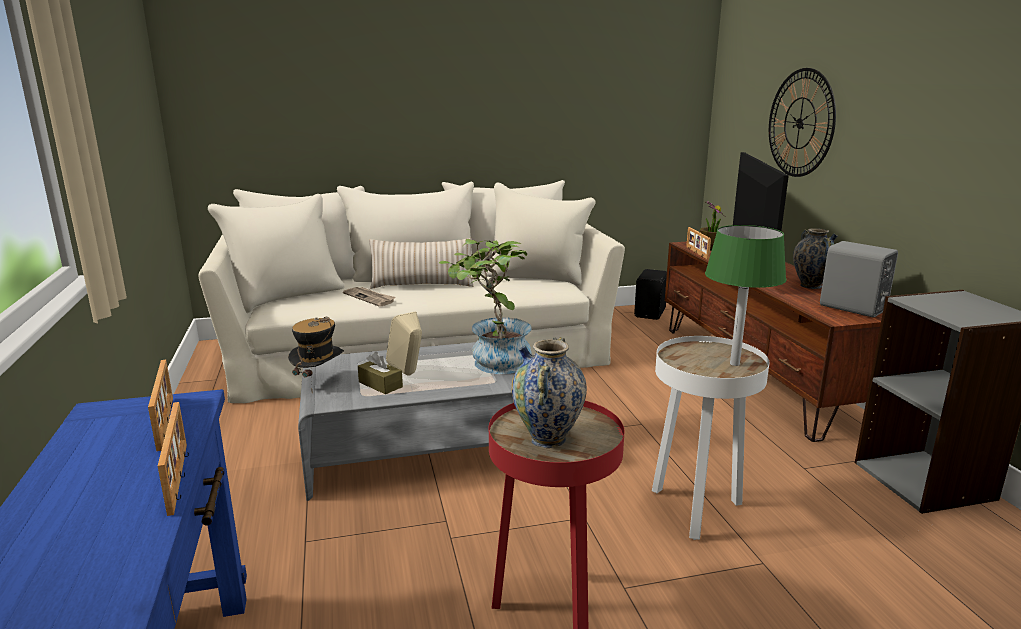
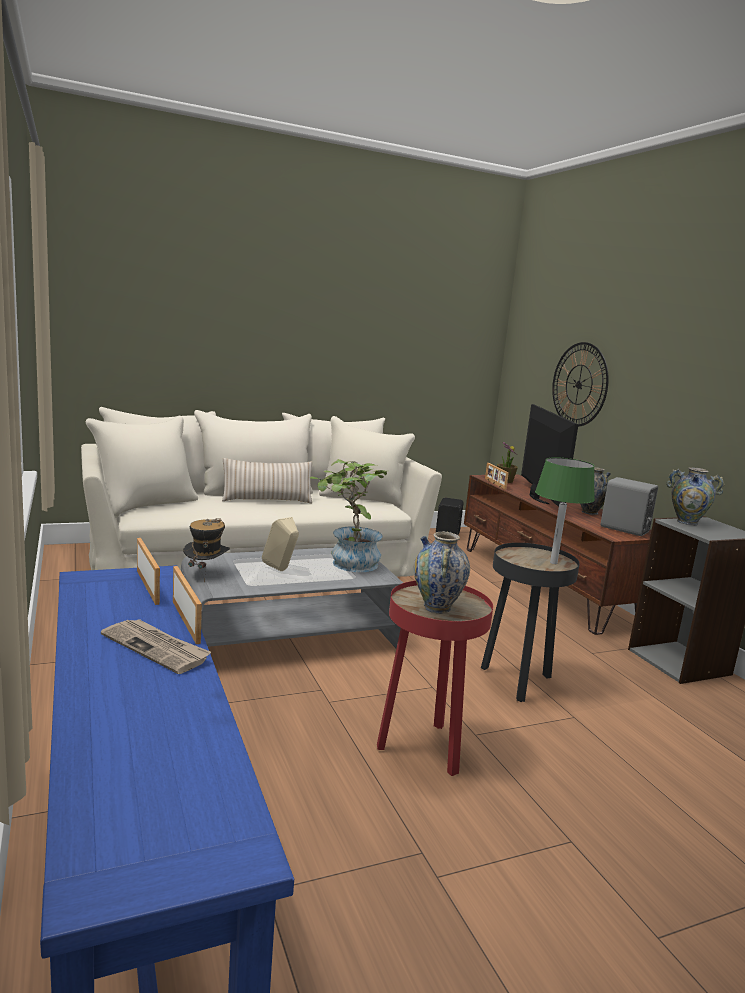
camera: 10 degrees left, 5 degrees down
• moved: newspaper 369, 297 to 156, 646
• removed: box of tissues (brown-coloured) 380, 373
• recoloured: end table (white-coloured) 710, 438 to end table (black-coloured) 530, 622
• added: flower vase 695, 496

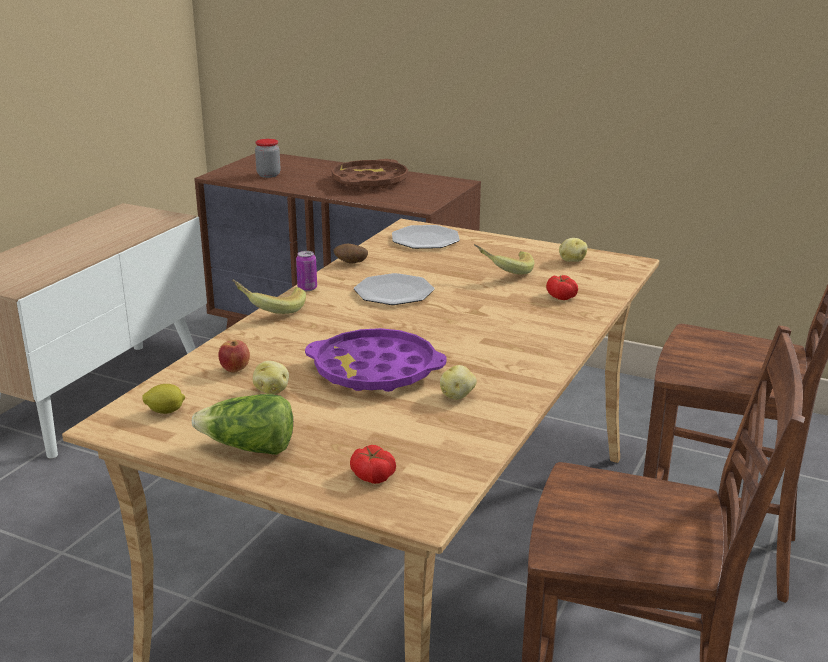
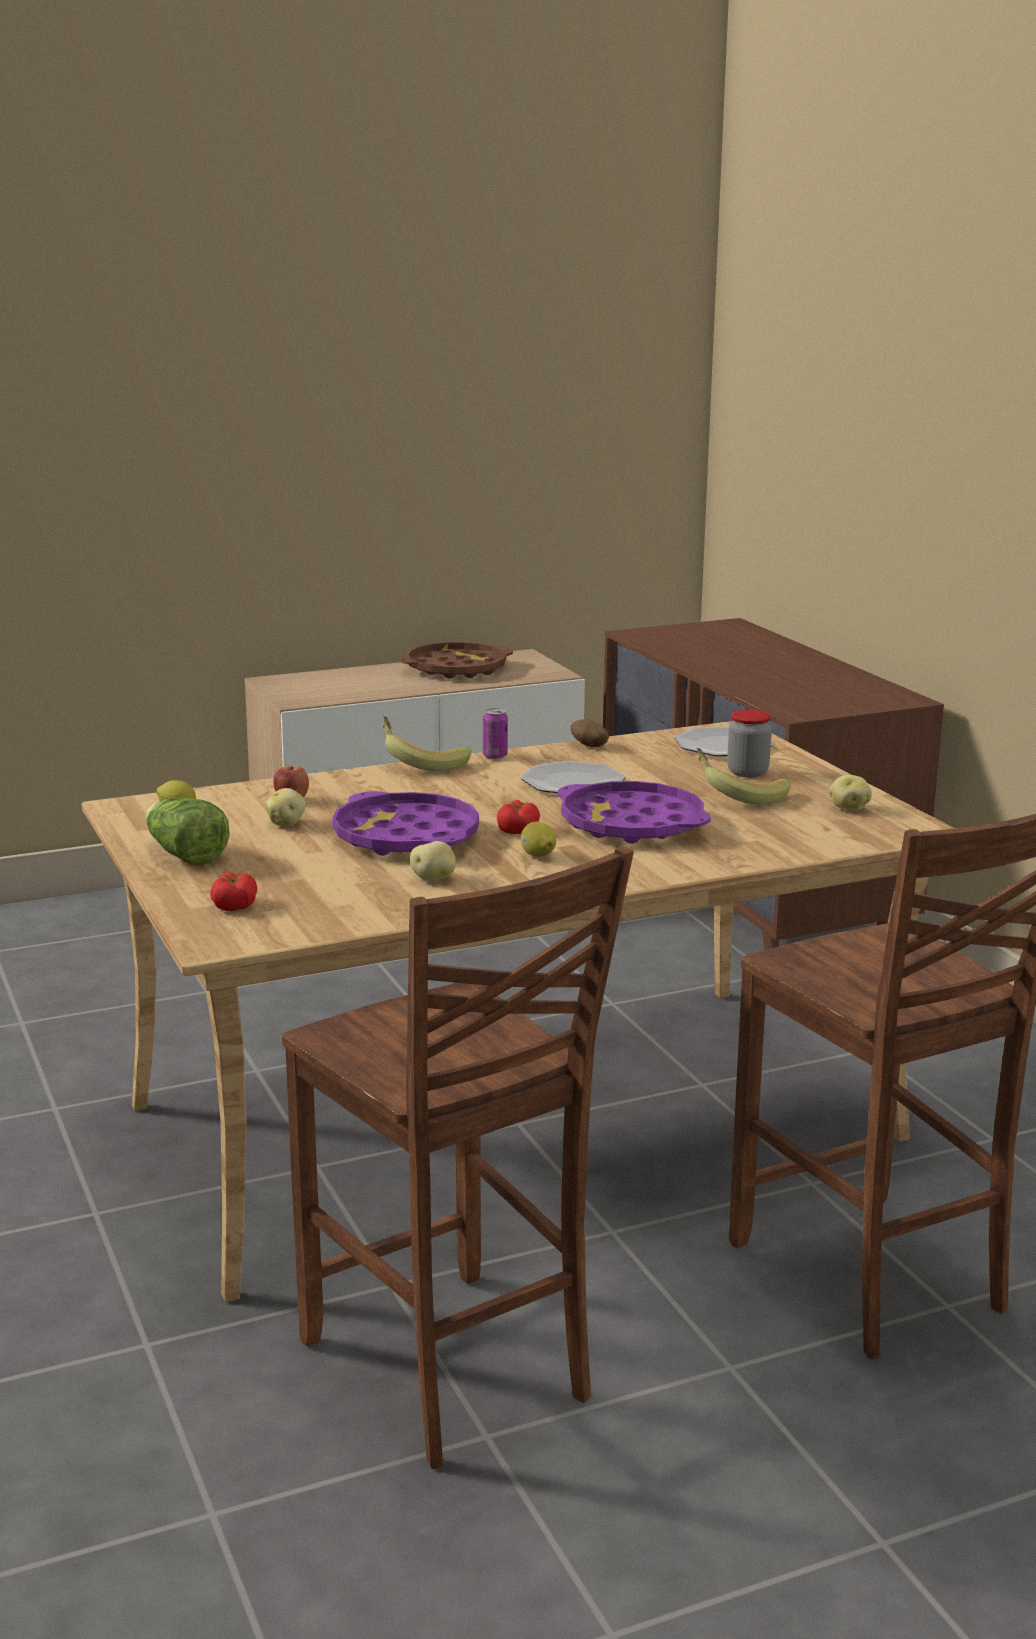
camera: 40 degrees right, 5 degrees down
• moved: preserve jar 268, 158 to 749, 743
• moved: serving tray (brown-coloured) 370, 174 to 456, 660
• moved: fresh tomato 562, 287 to 518, 817
• added: whole lemon 538, 839
• added: serving tray (purplish) 634, 812

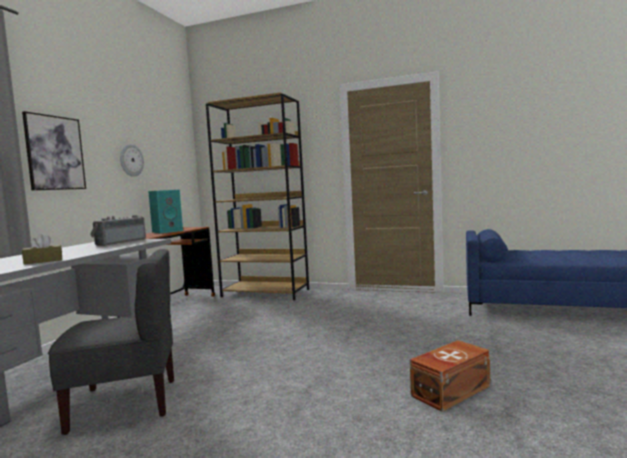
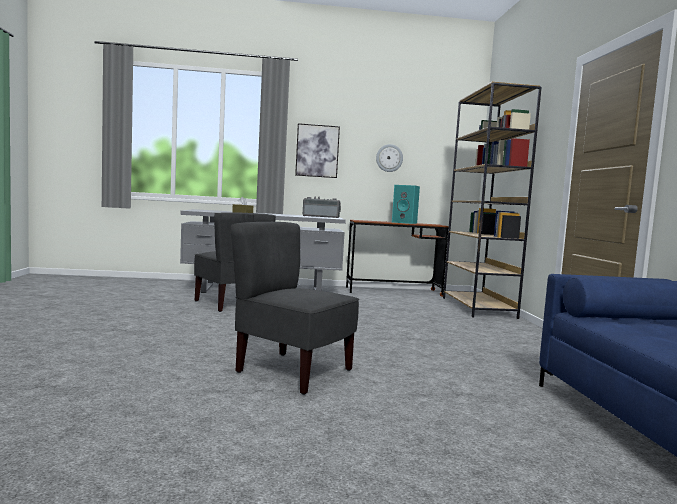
camera: 65 degrees right, 0 degrees up
• replaced: storage container (brown-coloured) 450, 376 to upright chair (grey) 295, 308

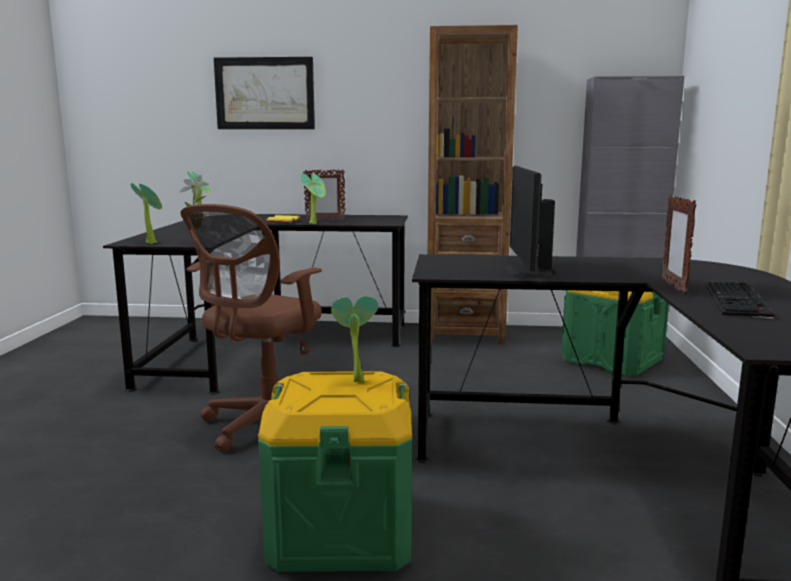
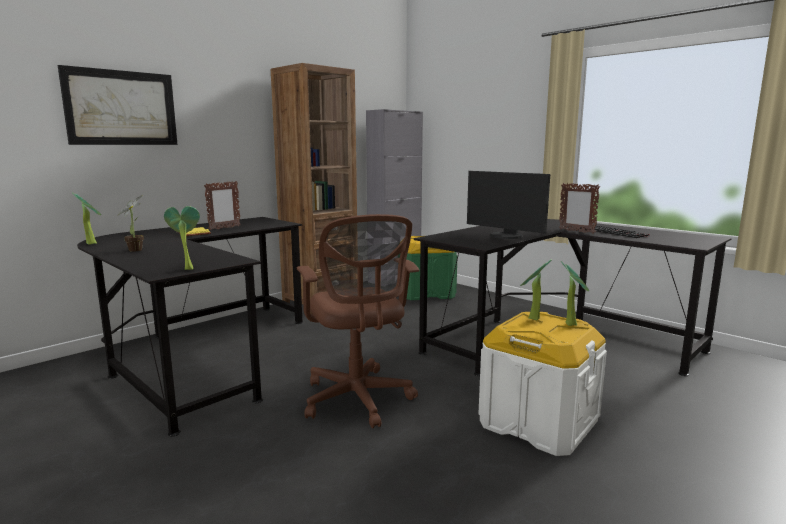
camera: 50 degrees left, 0 degrees up
• recoloured: storage container (green) 335, 471 to storage container (white-coloured) 543, 384
• moved: plant in a pot 313, 198 to 575, 293

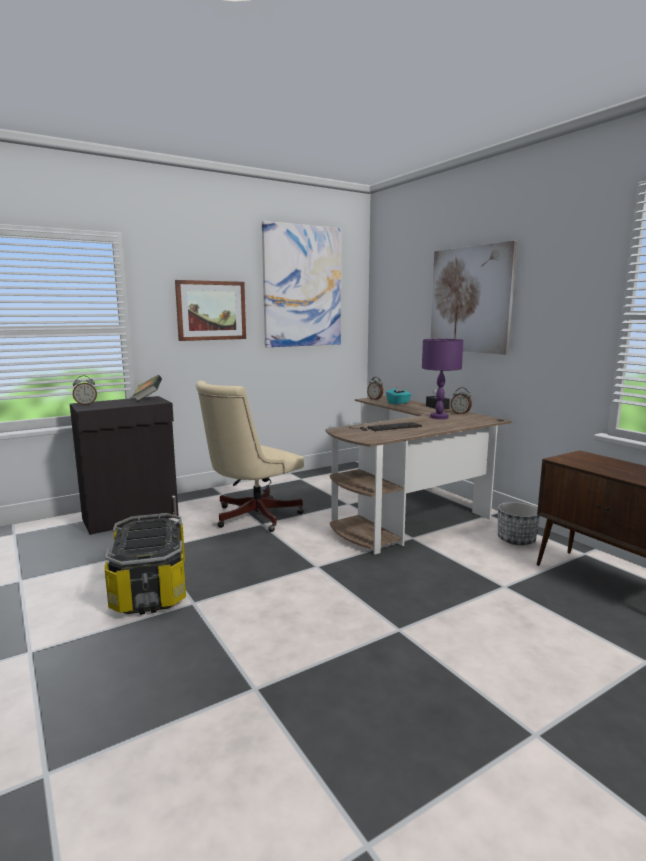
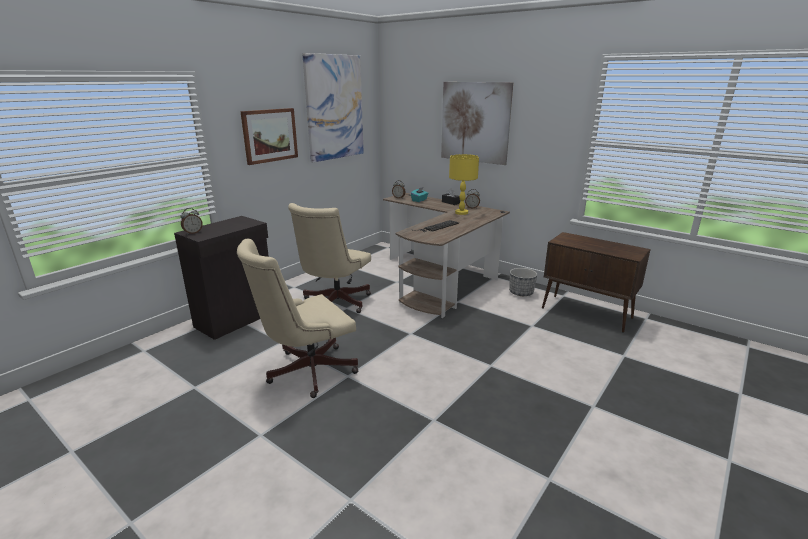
camera: 20 degrees left, 10 degrees up
• replaced: storage container 145, 564 to office chair (beige) 297, 318
• removed: book 147, 388
• recoloured: table lamp (purplish) 442, 379 to table lamp (yellow-coloured) 464, 184

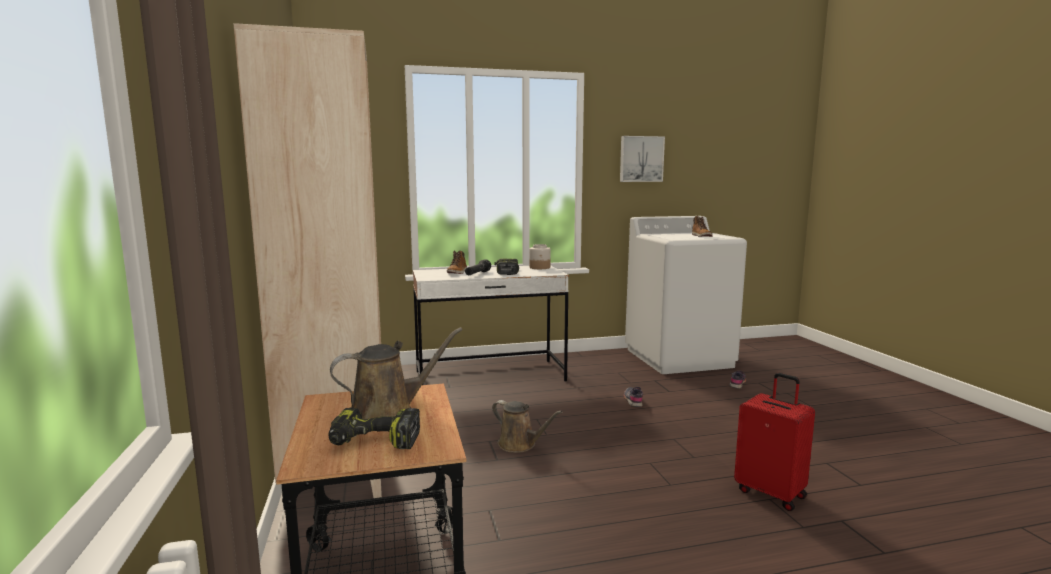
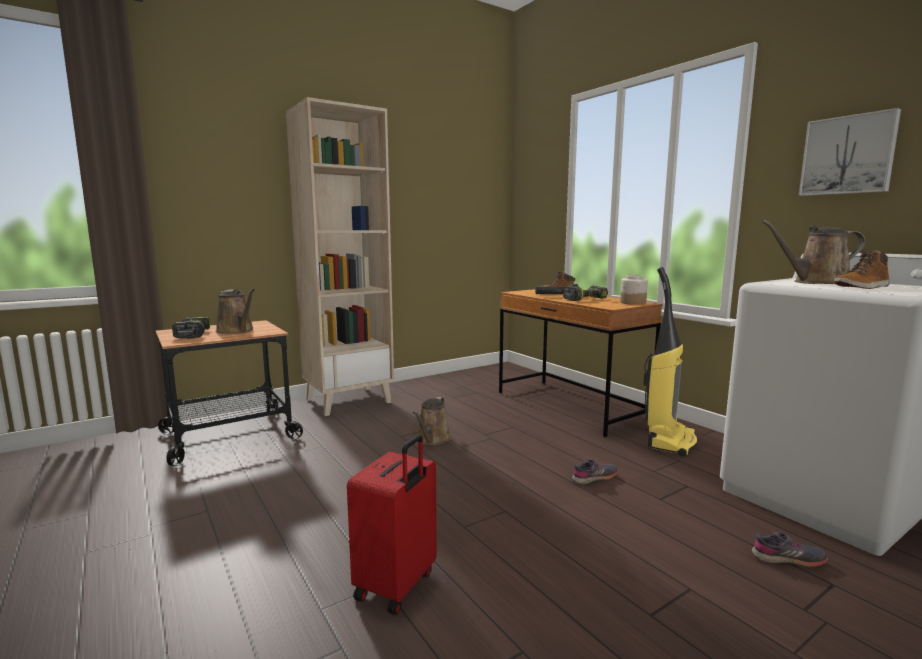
camera: 70 degrees right, 0 degrees up
• recoloured: desk table (white-coloured) 491, 325 to desk table (brown-coloured) 581, 363
• added: vacuum 670, 362
• added: sprinkling can (brown-coloured) 813, 252

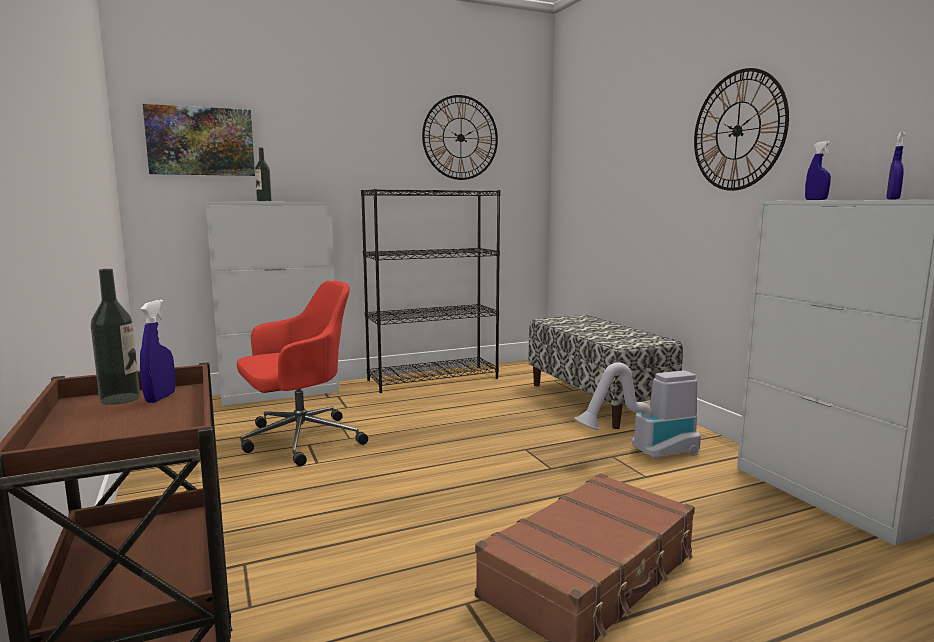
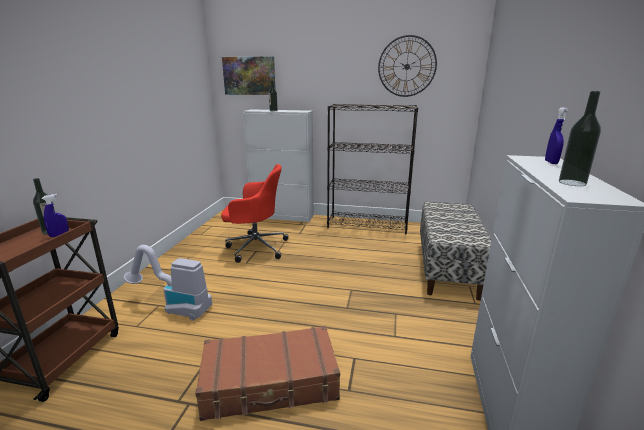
camera: 35 degrees right, 10 degrees up
• moved: vacuum 637, 411 to 168, 283
• removed: clock on the wall 741, 129
• replaced: hand sprayer (blue-coloured) 896, 165 to bottle 580, 138

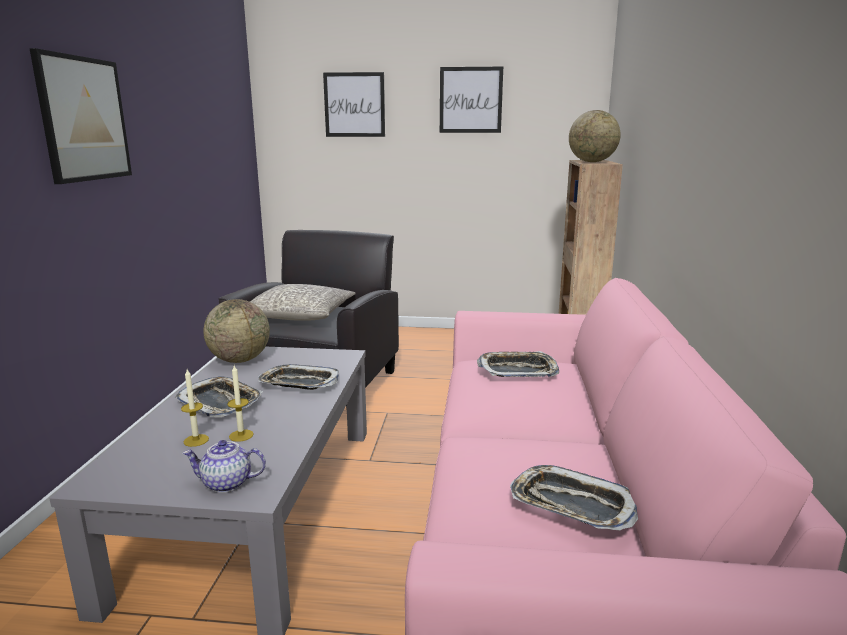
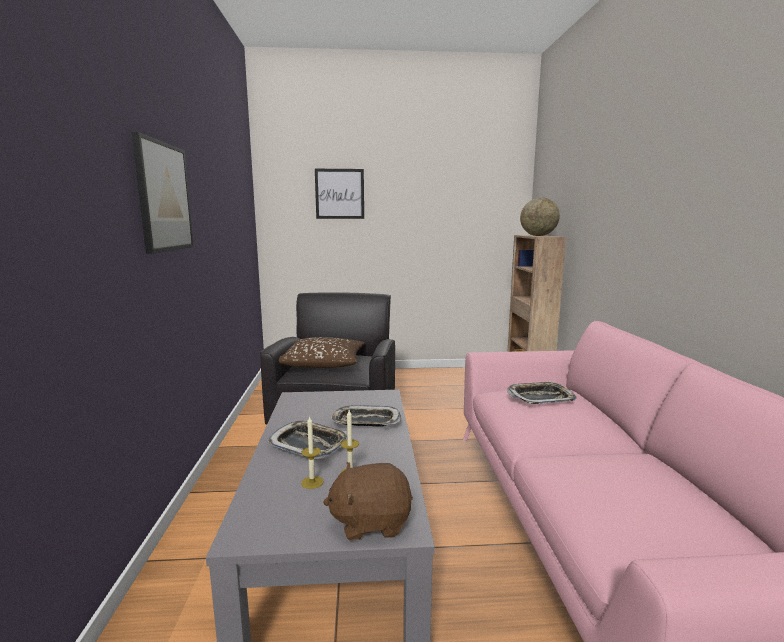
camera: 10 degrees left, 5 degrees down
• replaced: tea pot 224, 466 to soft toy (brown-coloured) 368, 501
• removed: world globe 236, 331
• recoloured: cushion (grey) 303, 302 to cushion (brown-coloured) 322, 352
• removed: wall art 471, 100
• removed: serving tray 574, 498

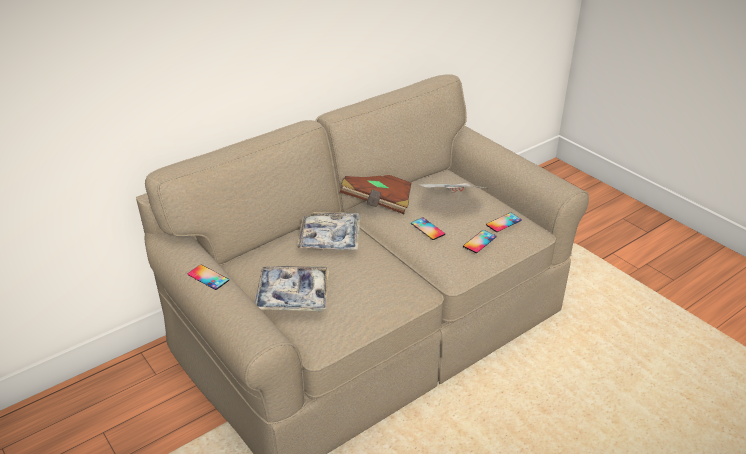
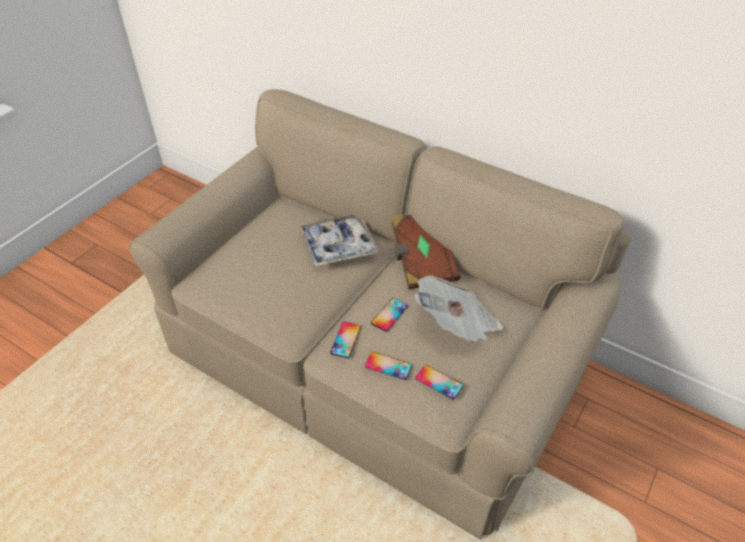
camera: 70 degrees right, 10 degrees up
• moved: phone 208, 277 to 345, 340
• removed: serving tray 292, 288

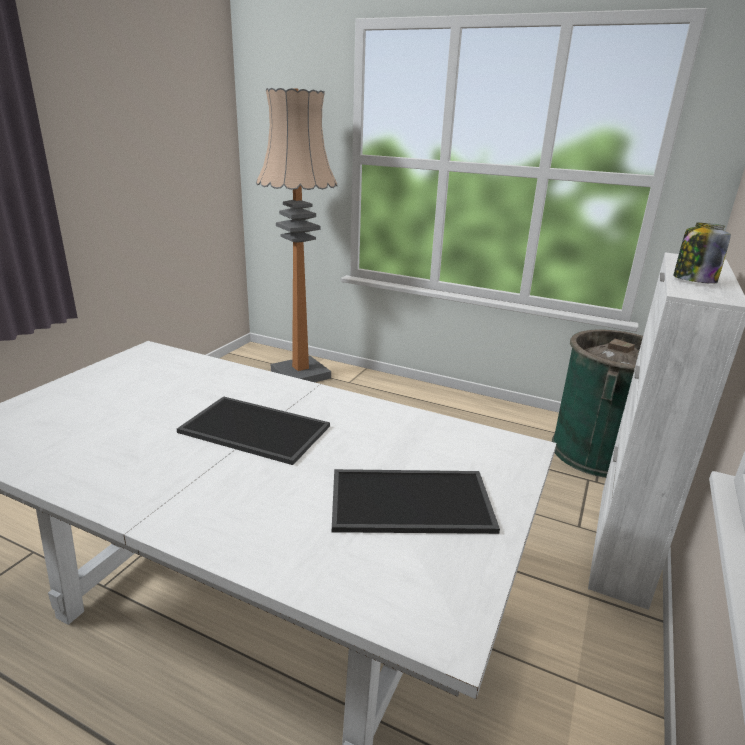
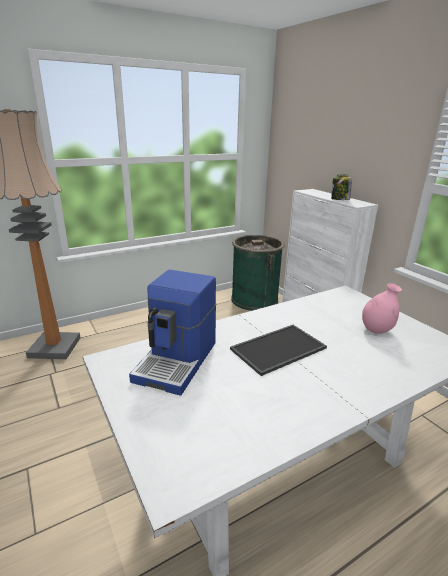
camera: 55 degrees left, 0 degrees up
• replaced: serving tray 416, 501 to flower vase (pink) 382, 308
• added: coffee machine 172, 333

